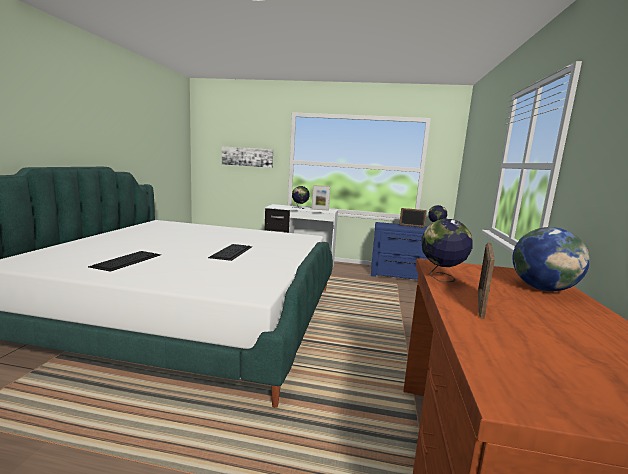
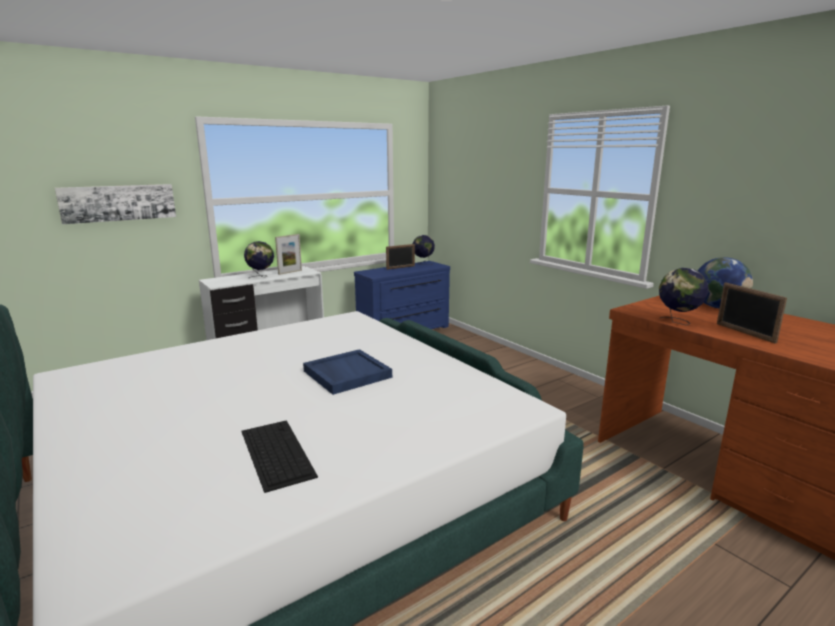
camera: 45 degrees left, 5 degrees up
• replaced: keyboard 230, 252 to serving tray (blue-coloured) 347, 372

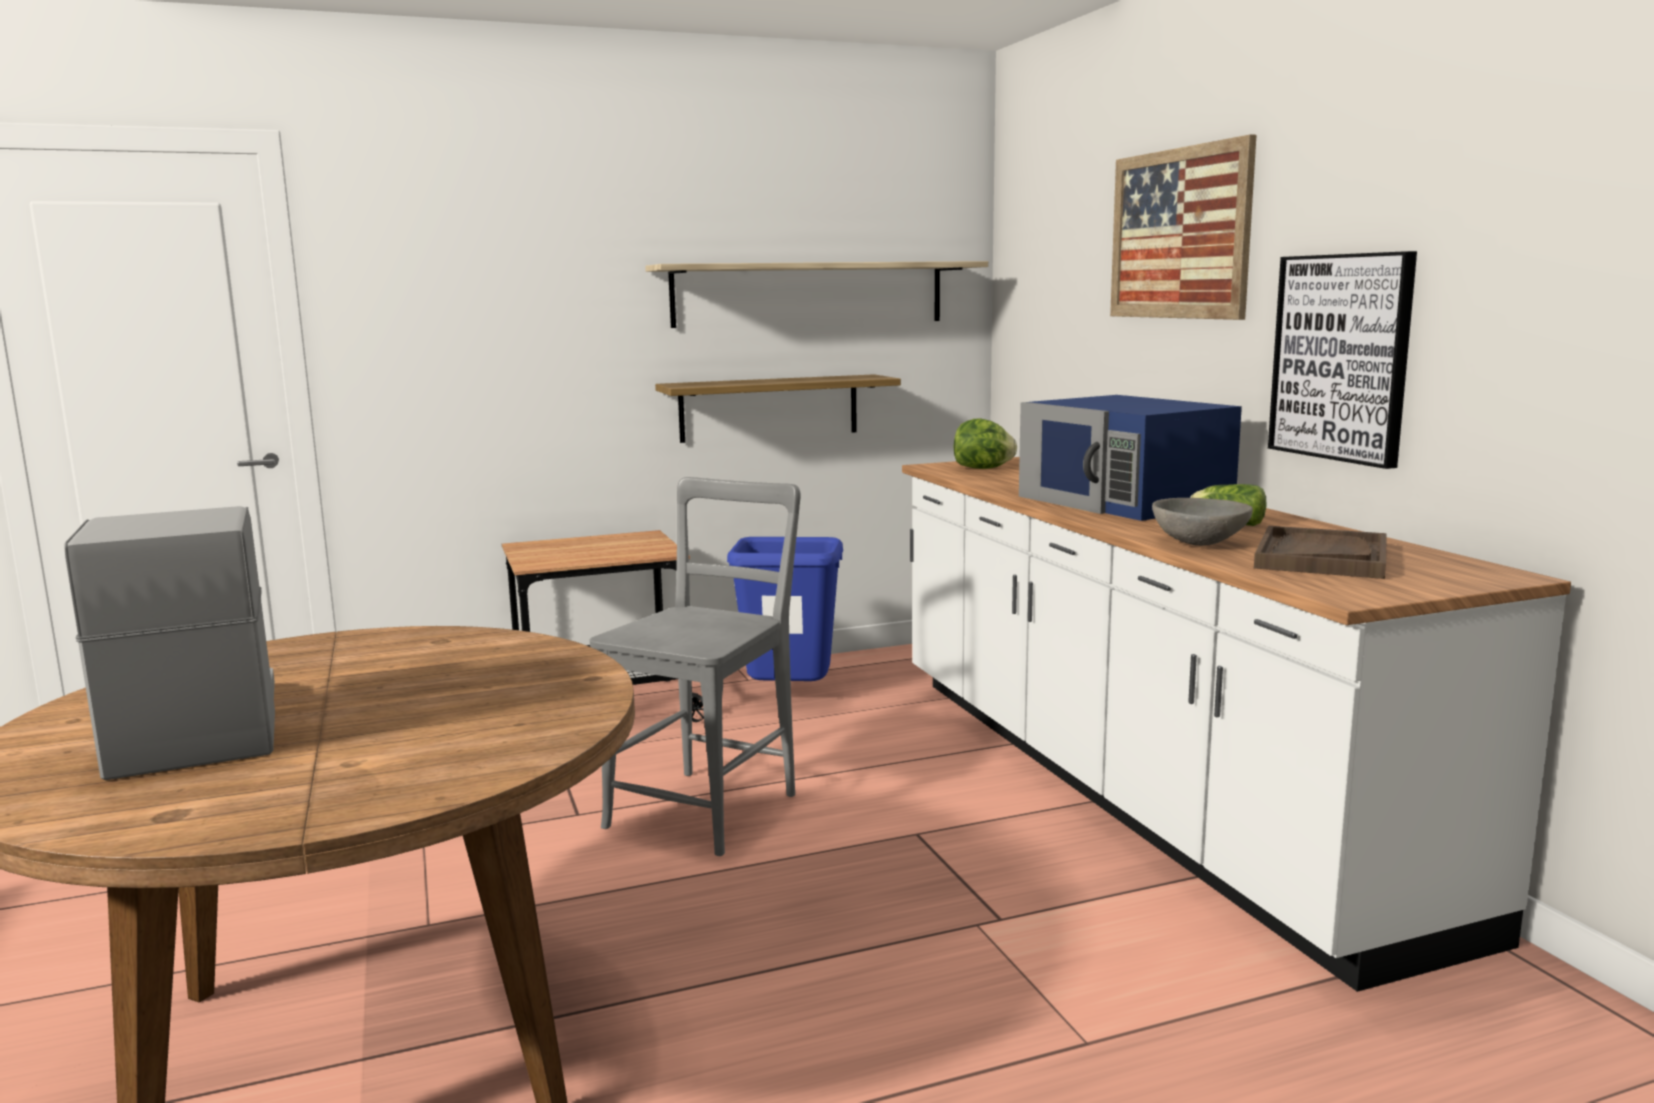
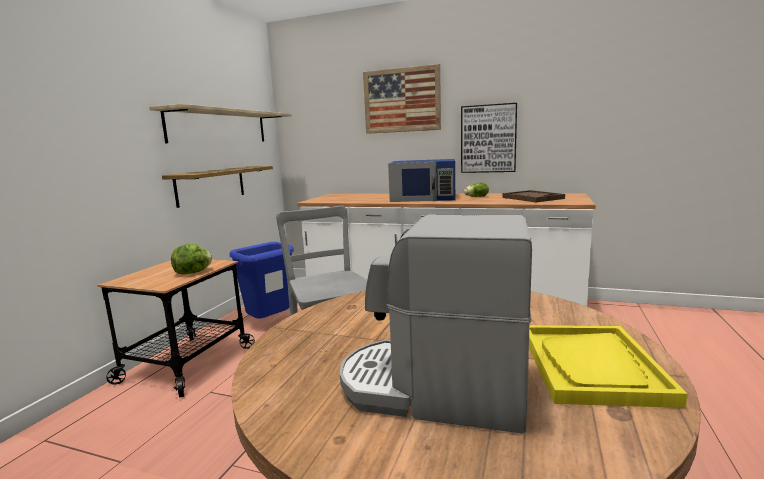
camera: 50 degrees left, 0 degrees up
• moved: head of lettuce 985, 443 to 191, 259
• removed: serving bowl (grey) 1202, 522
• added: serving tray (yellow-coloured) 608, 366

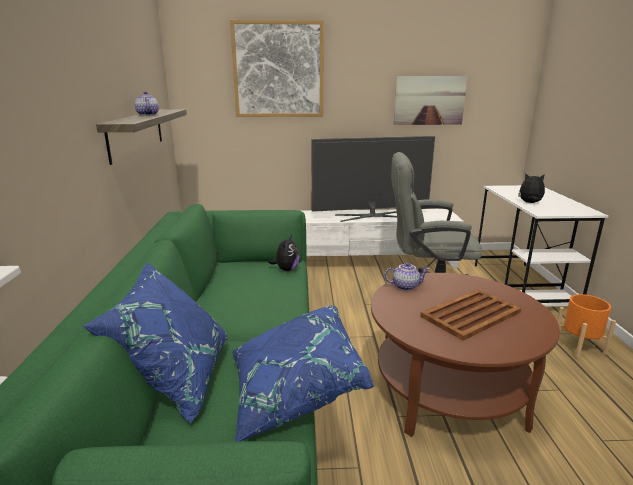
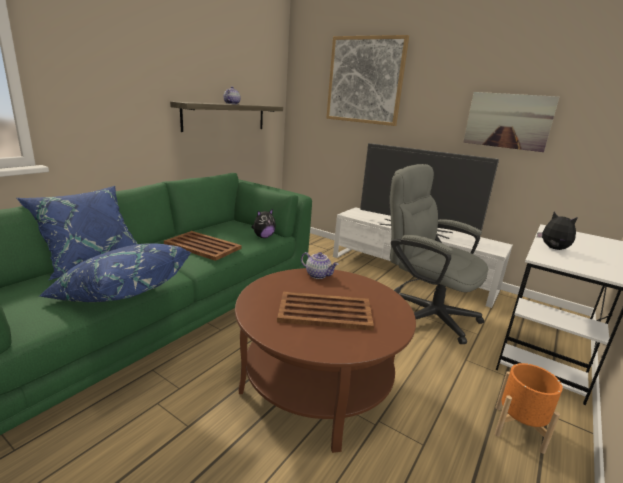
camera: 35 degrees right, 0 degrees up
• added: serving tray (brown-coloured) 202, 246

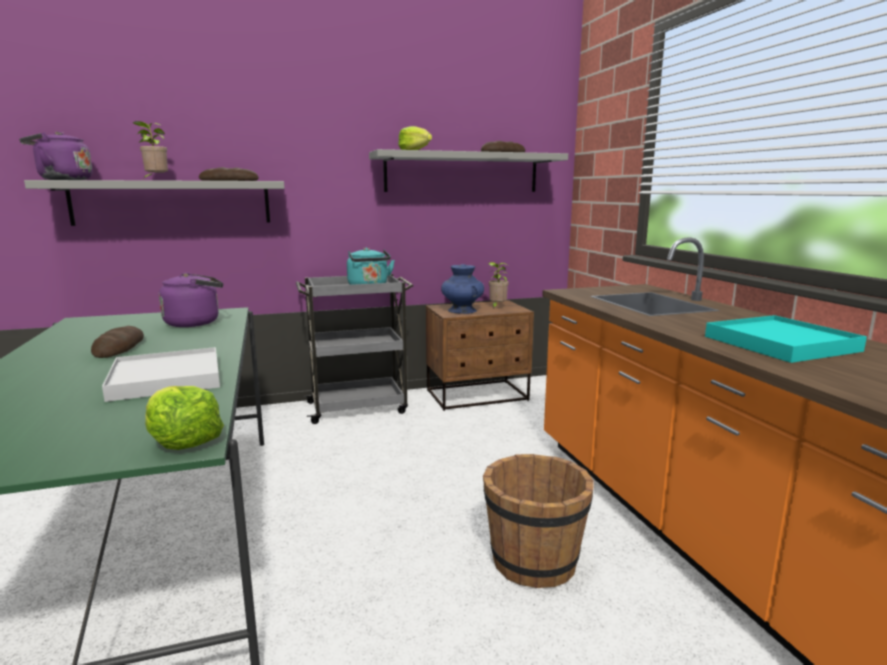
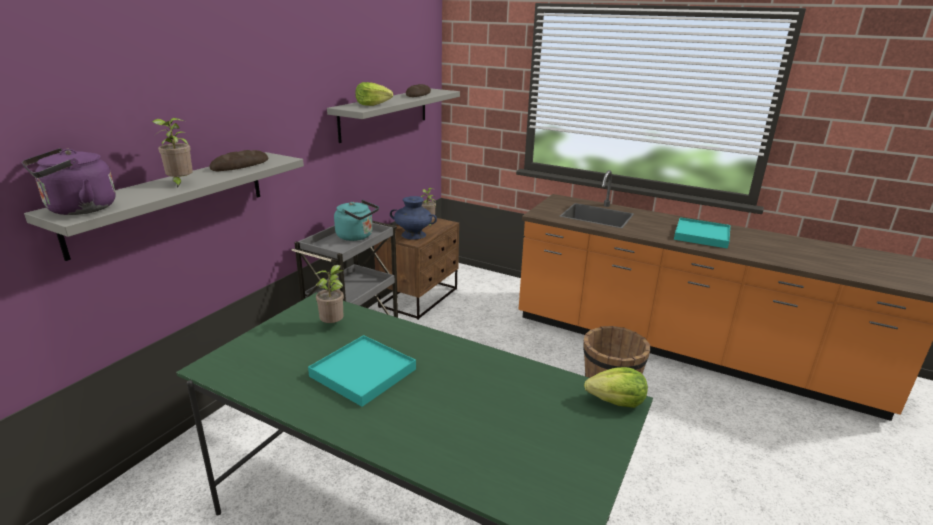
camera: 45 degrees left, 10 degrees up
• replaced: bread 117, 342 to serving tray (turquoise-coloured) 362, 371
• removed: serving tray (white-coloured) 161, 374
• replaced: tea kettle (purplish) 191, 299 to plant in a pot 329, 294

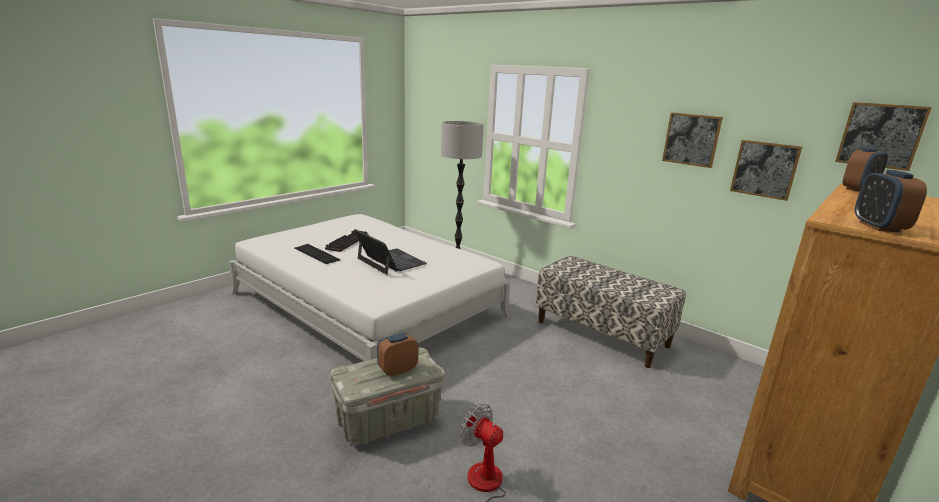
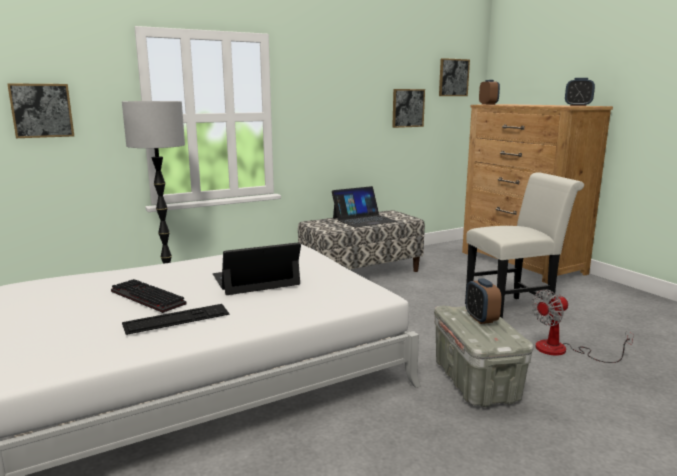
camera: 70 degrees left, 5 degrees down
• moved: wall art 692, 140 to 40, 110
• added: laptop 364, 206
• added: upright chair (white-coloured) 524, 245

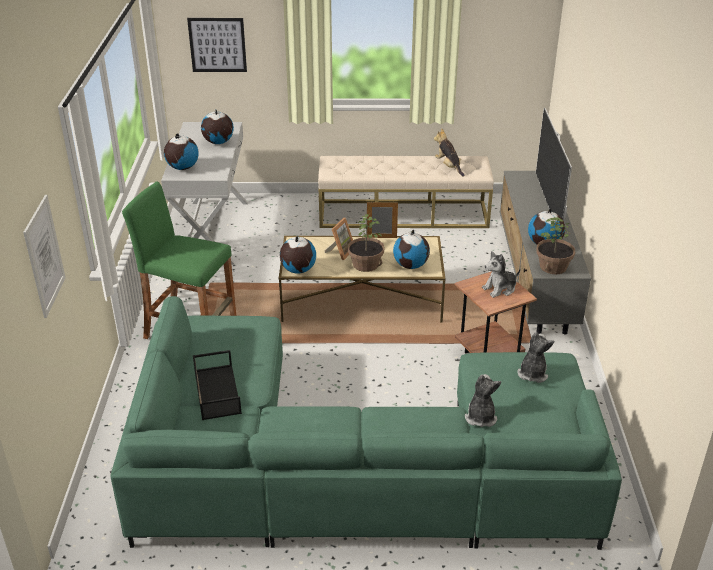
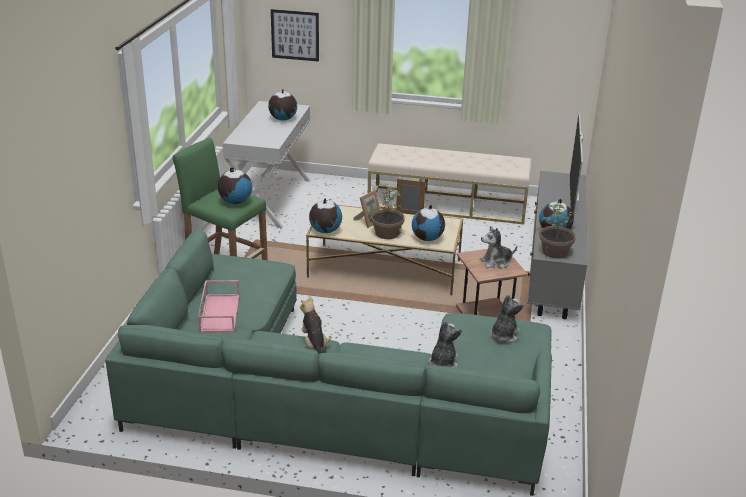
camera: 10 degrees right, 5 degrees down
• removed: wall art 44, 256
• moved: world globe 181, 151 to 235, 185
• recoloured: serving tray (black-coloured) 217, 385 to serving tray (pink) 218, 306
• moved: soft toy 449, 152 to 315, 324

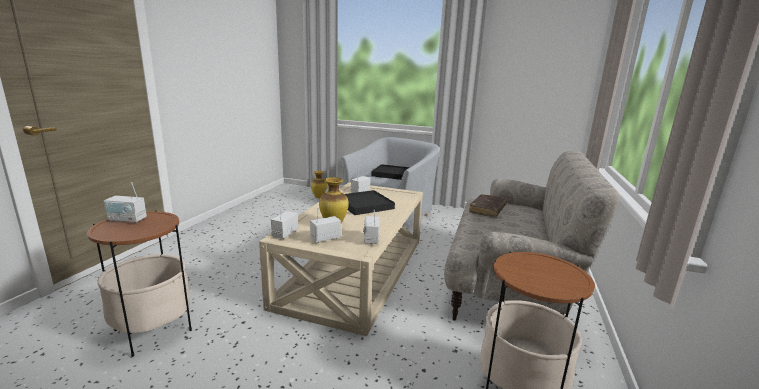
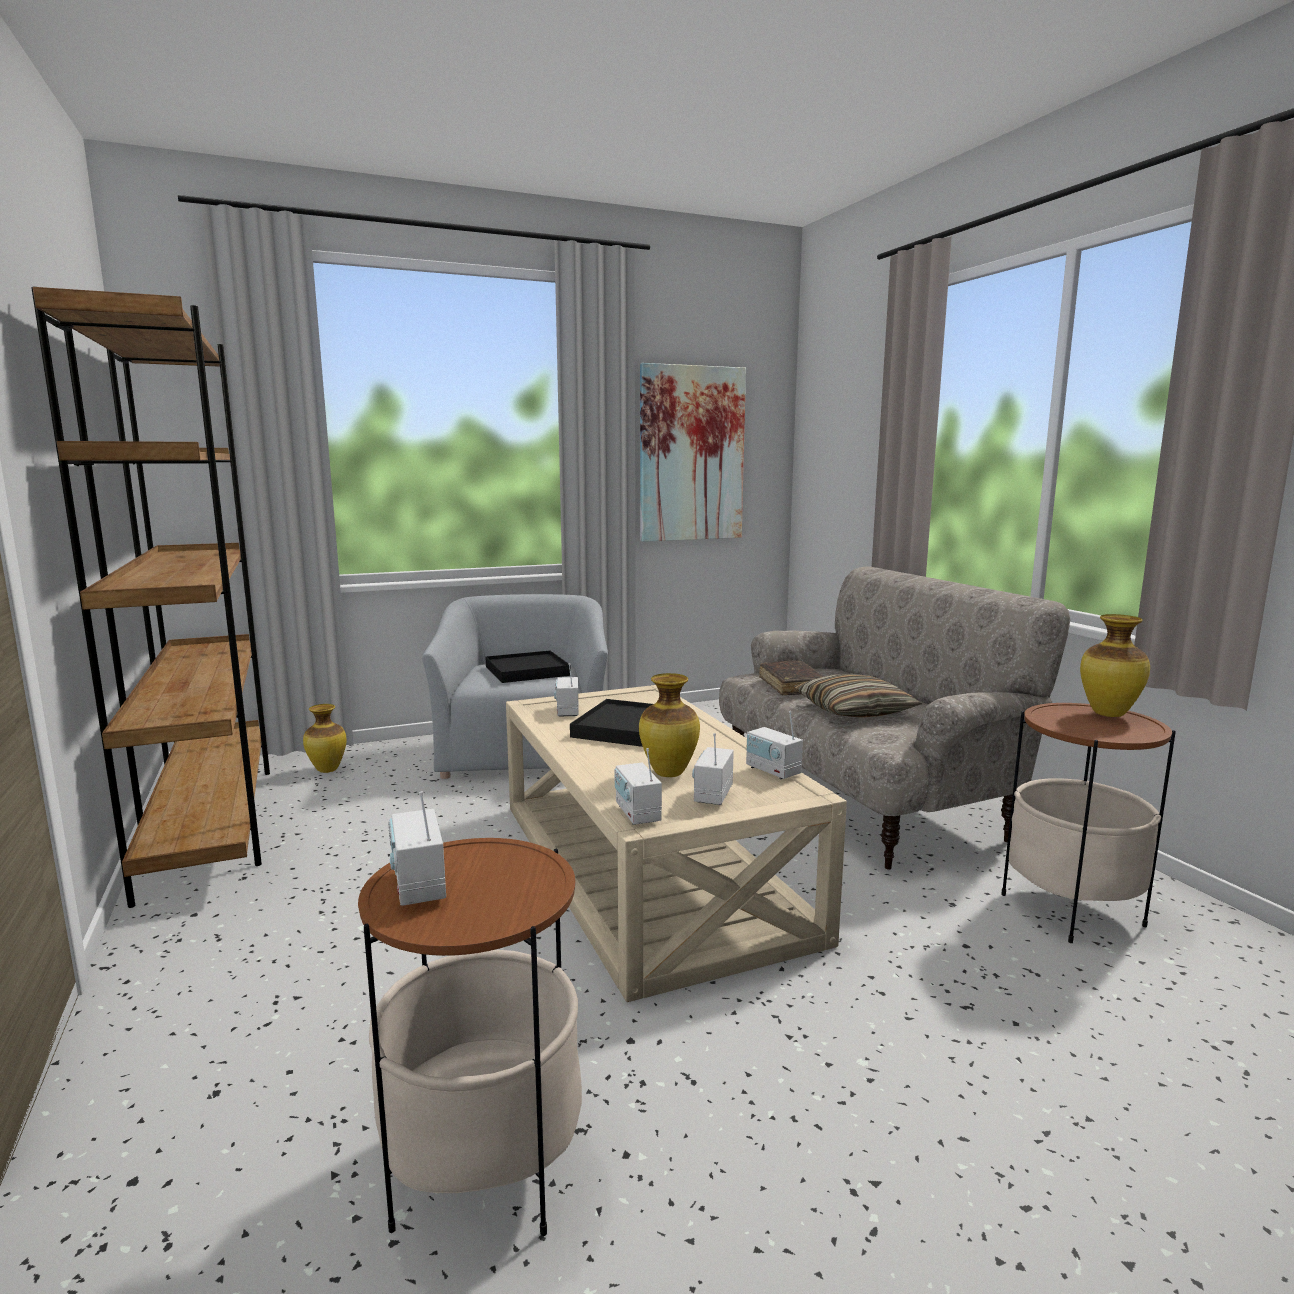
camera: 40 degrees left, 5 degrees down
• turned: radio set 125, 202 = 417, 848 105 degrees clockwise
• added: bookshelf (brown-coloured) 150, 597
• added: wall art 693, 452
• added: cushion 858, 695
• added: flower vase 1115, 665

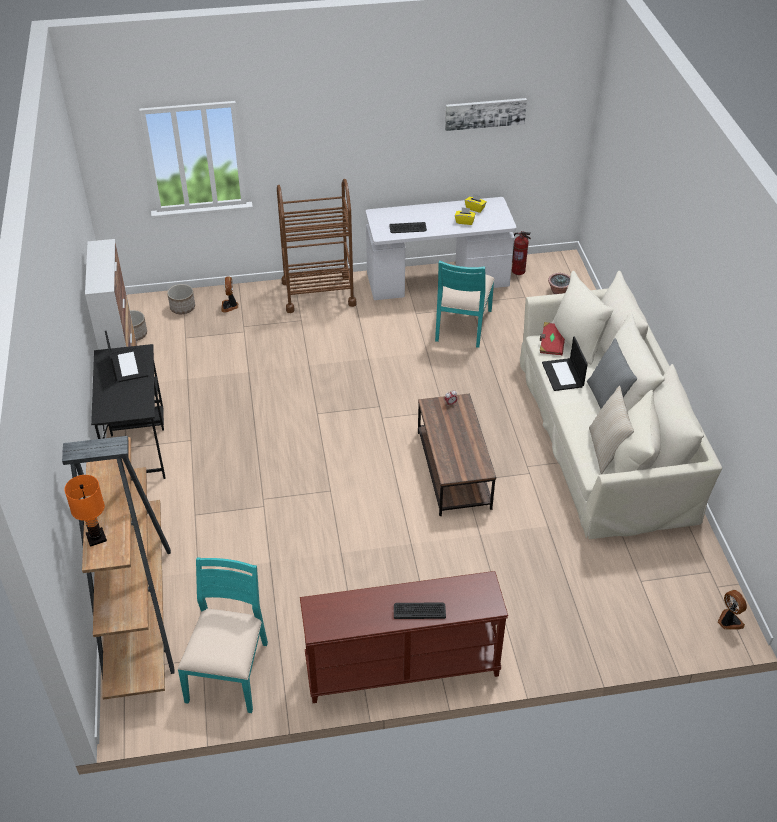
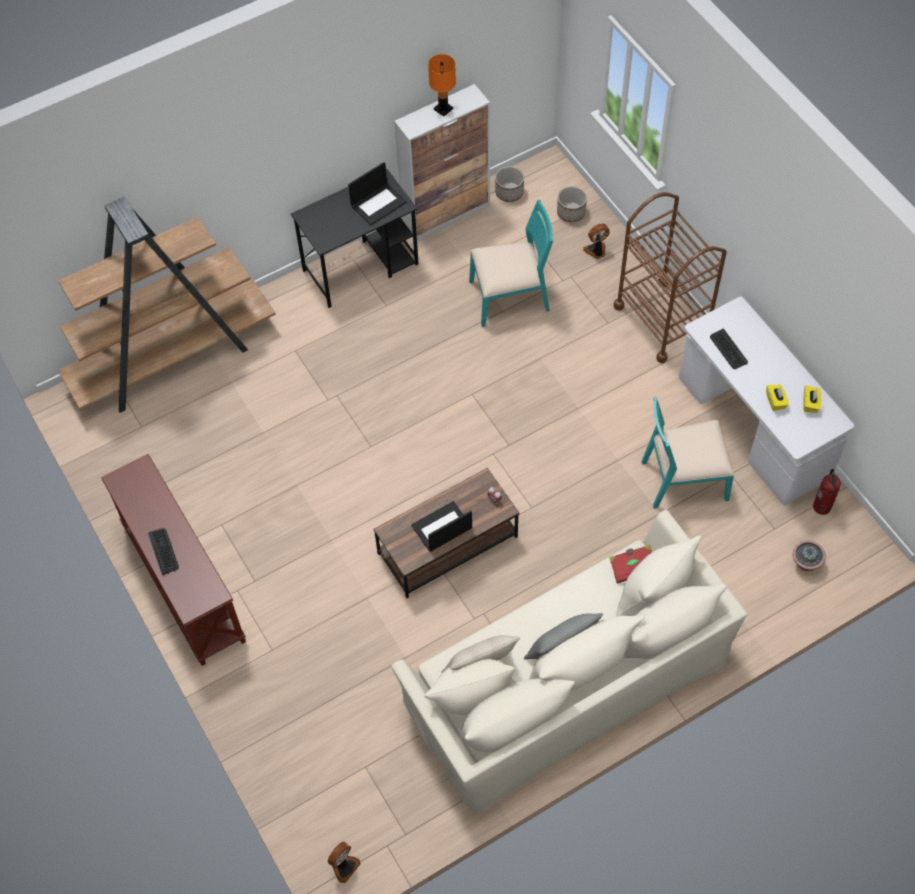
camera: 70 degrees right, 15 degrees up
• moved: table lamp (orange) 86, 511 to 442, 85
• moved: upright chair (turquoise-coloured) 223, 635 to 511, 263
• removed: wall art 486, 114
• moved: laptop 565, 364 to 441, 526

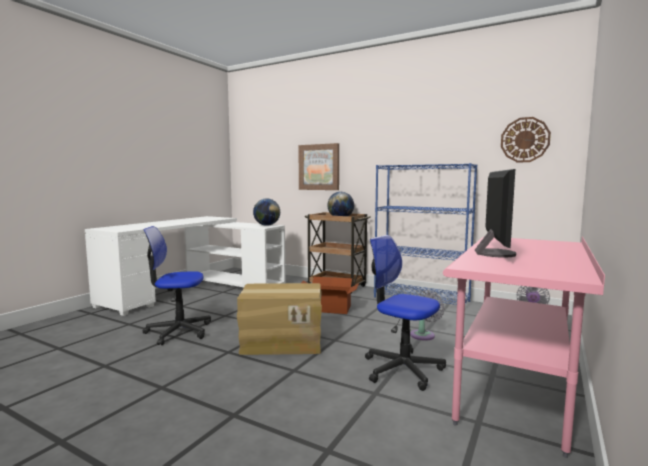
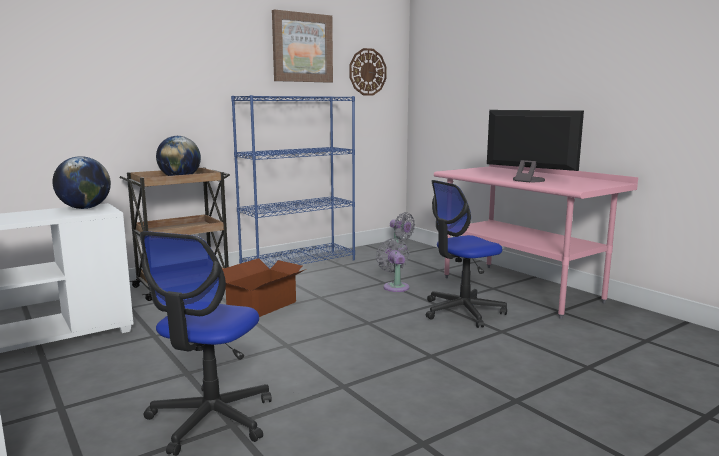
camera: 65 degrees left, 5 degrees up
• removed: packing box 279, 319
• moved: wall art 318, 166 to 302, 46

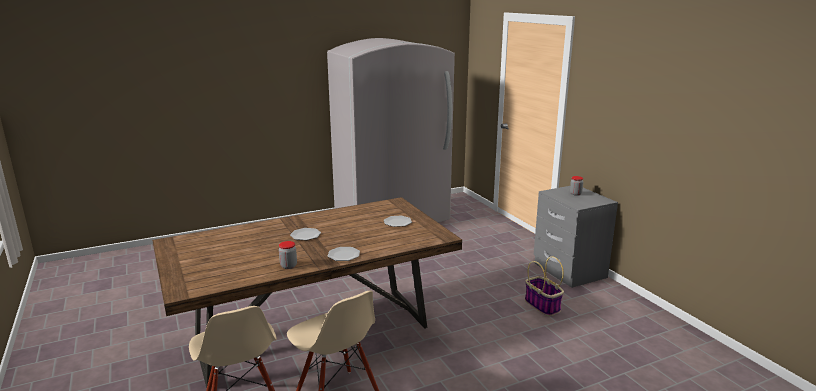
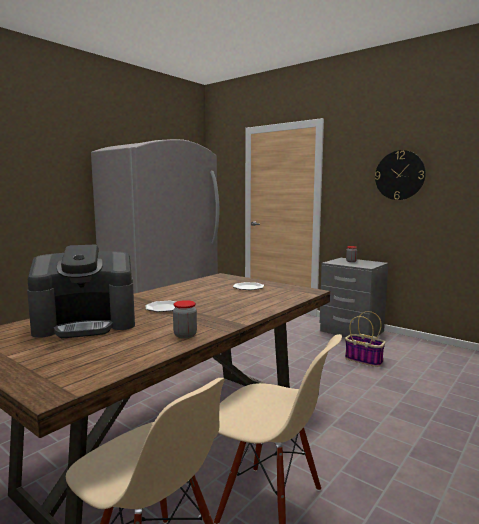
camera: 25 degrees left, 10 degrees down
• removed: plate 344, 254
• added: coffee machine 81, 291
• added: clock on the wall 400, 175

